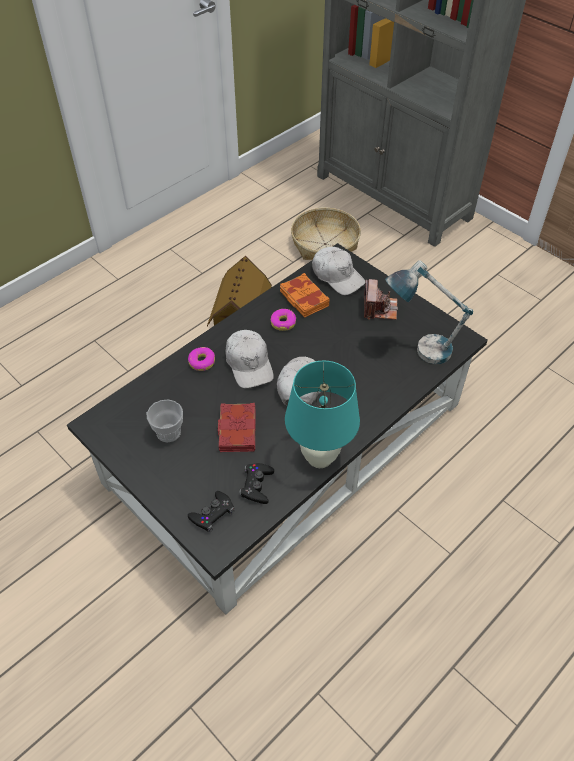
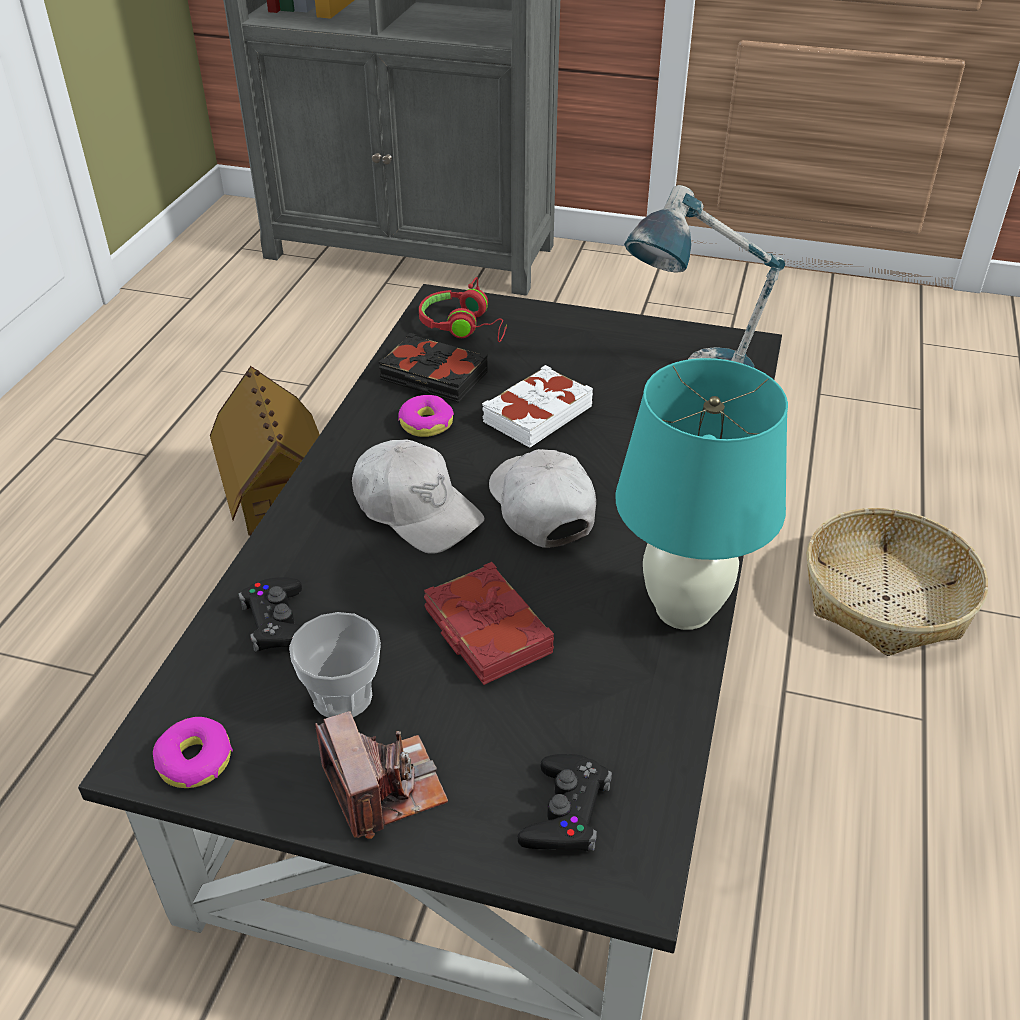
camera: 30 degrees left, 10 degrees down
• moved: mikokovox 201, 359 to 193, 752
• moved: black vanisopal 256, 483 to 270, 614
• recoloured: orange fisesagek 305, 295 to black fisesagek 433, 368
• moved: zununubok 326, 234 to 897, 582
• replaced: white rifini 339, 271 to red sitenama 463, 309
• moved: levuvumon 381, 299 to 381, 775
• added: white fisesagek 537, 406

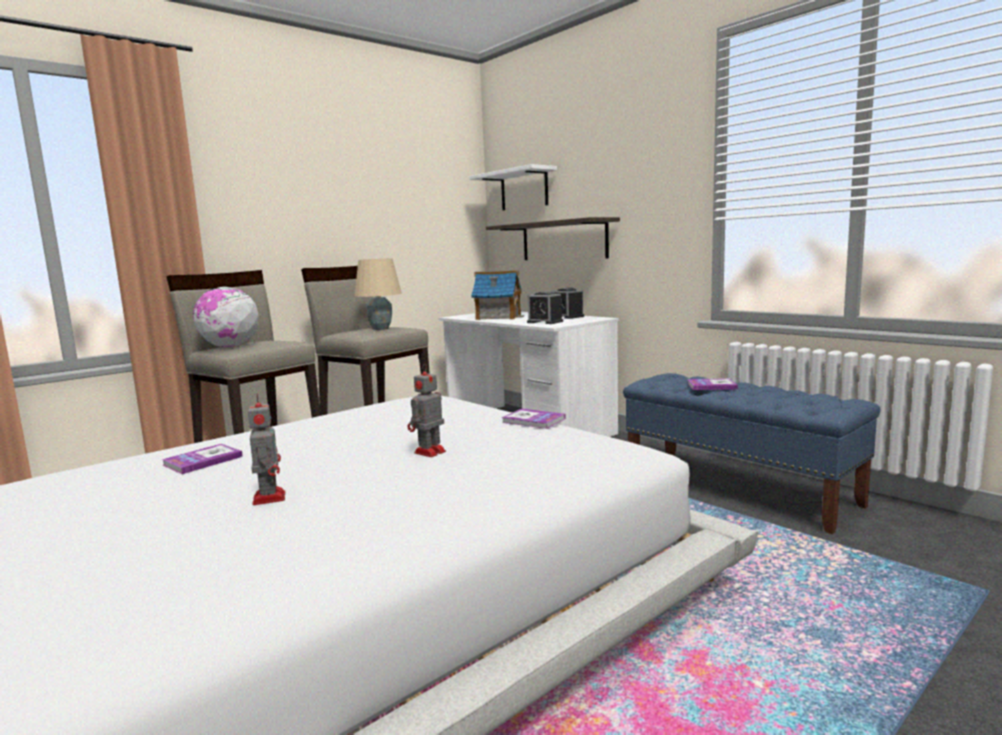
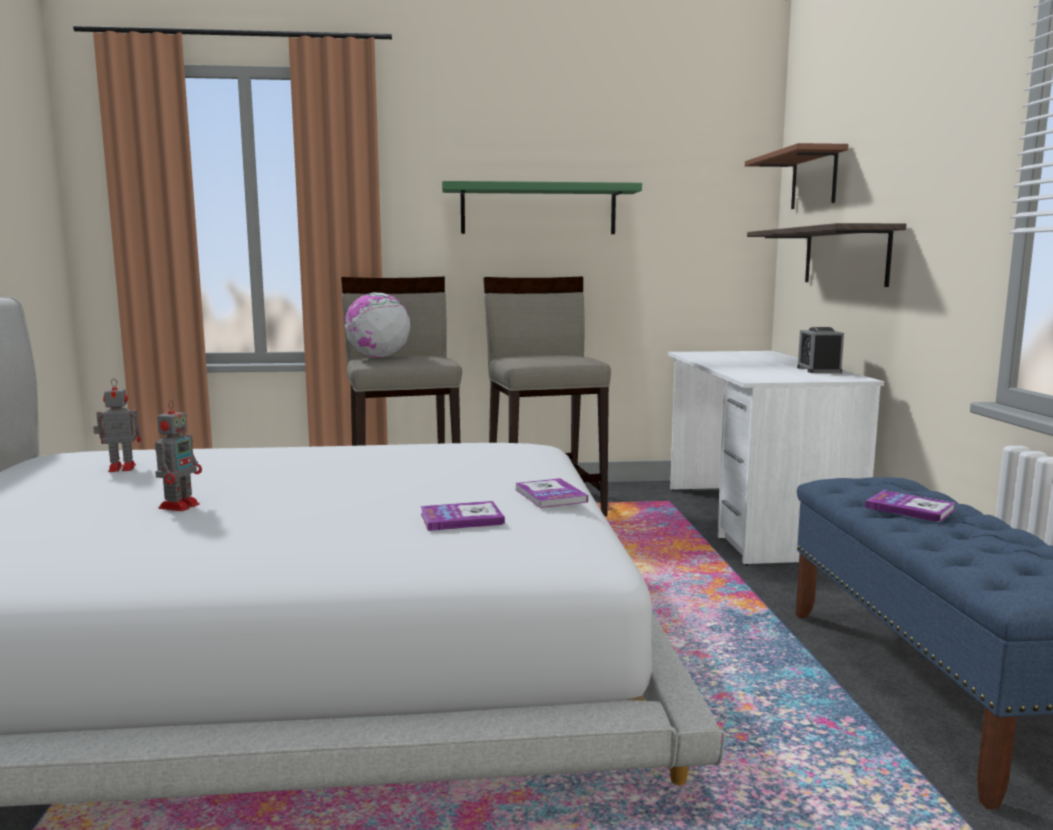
camera: 35 degrees right, 0 degrees up
• moved: fisesagek 202, 459 to 463, 516
• removed: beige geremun 378, 294
• moved: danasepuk 427, 410 to 117, 425
• recoloured: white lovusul 513, 187 to brown lovusul 796, 176
• removed: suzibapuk 497, 295
• removed: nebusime 545, 307
• added: green lovusul 542, 207

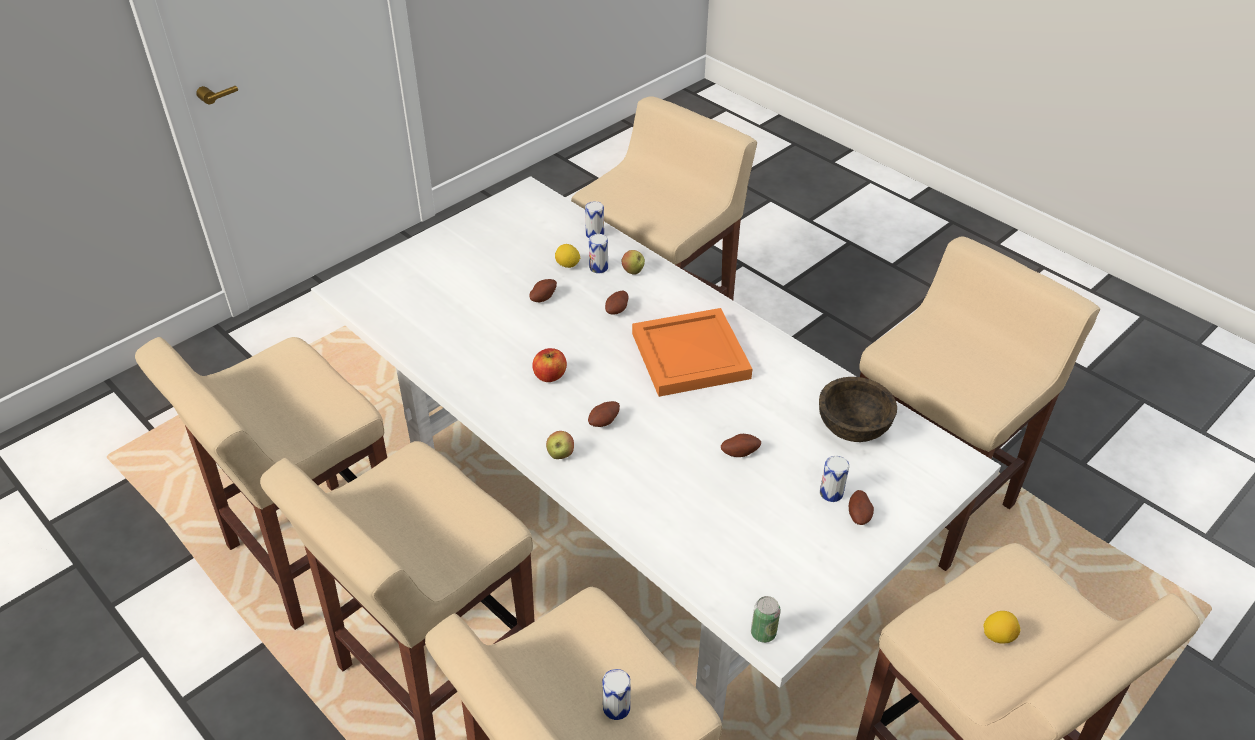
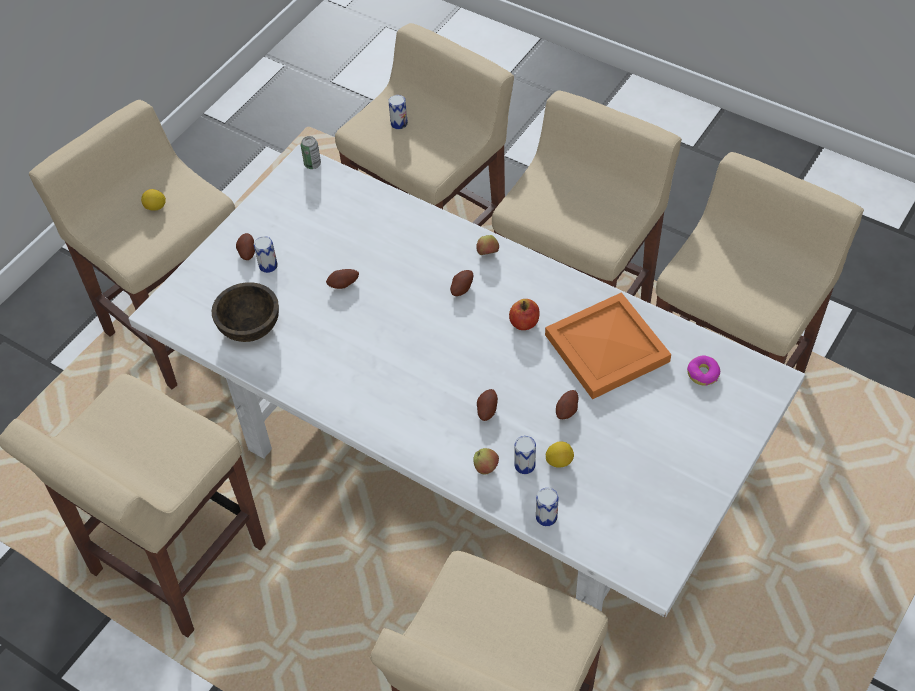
camera: 170 degrees right, 10 degrees up
• moved: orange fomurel 692, 352 to 608, 345
• added: mikokovox 703, 371

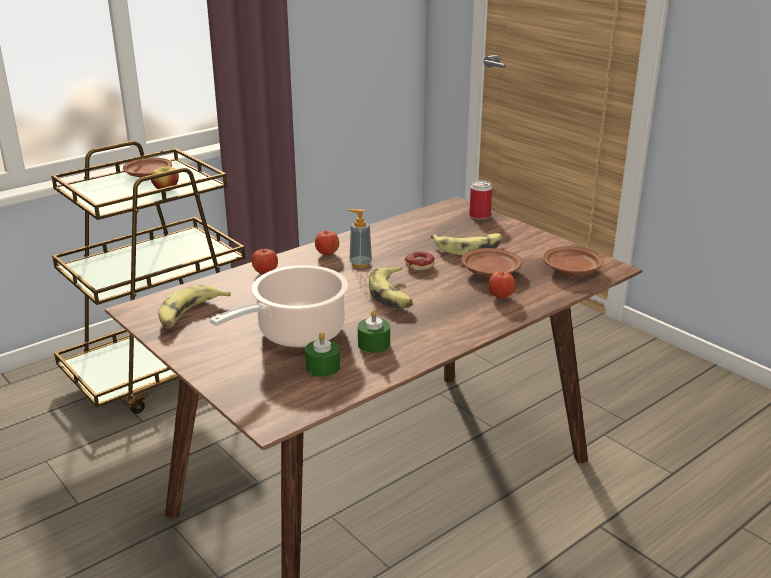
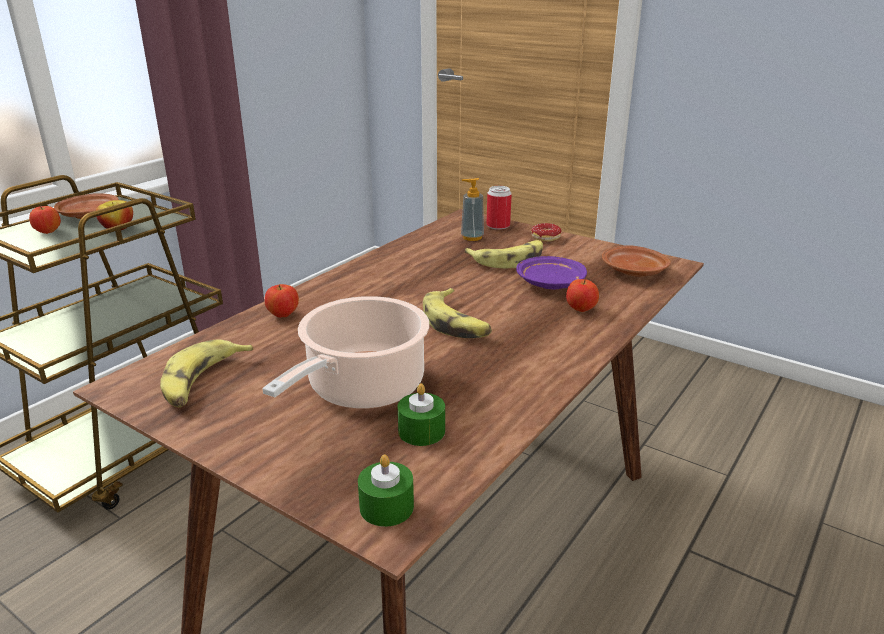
camera: 15 degrees left, 0 degrees up
• moved: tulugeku 327, 243 to 45, 219
• moved: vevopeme 360, 238 to 472, 209
• moved: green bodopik 374, 331 to 386, 490
• moved: mikokovox 420, 260 to 546, 232
• recoloured: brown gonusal 491, 262 to purple gonusal 551, 273

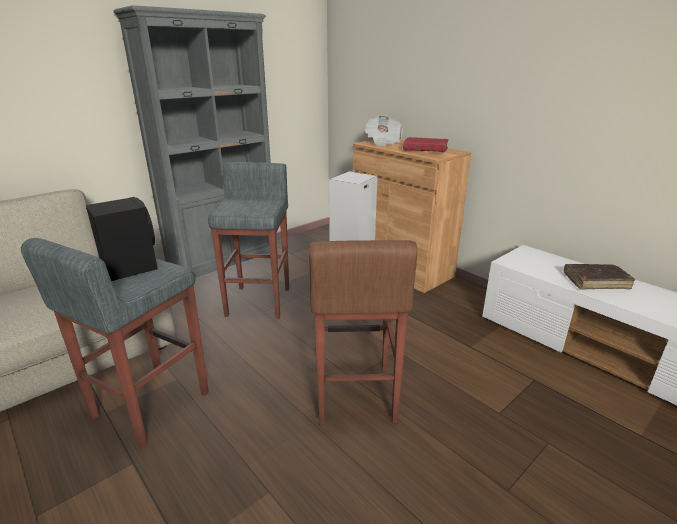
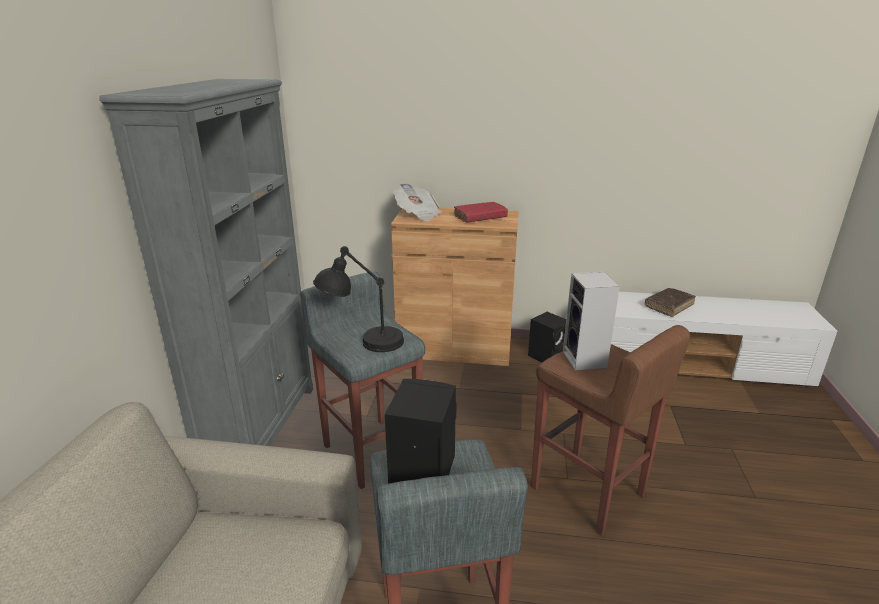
camera: 40 degrees left, 0 degrees up
• added: black geremun 358, 299
• added: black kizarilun 547, 337

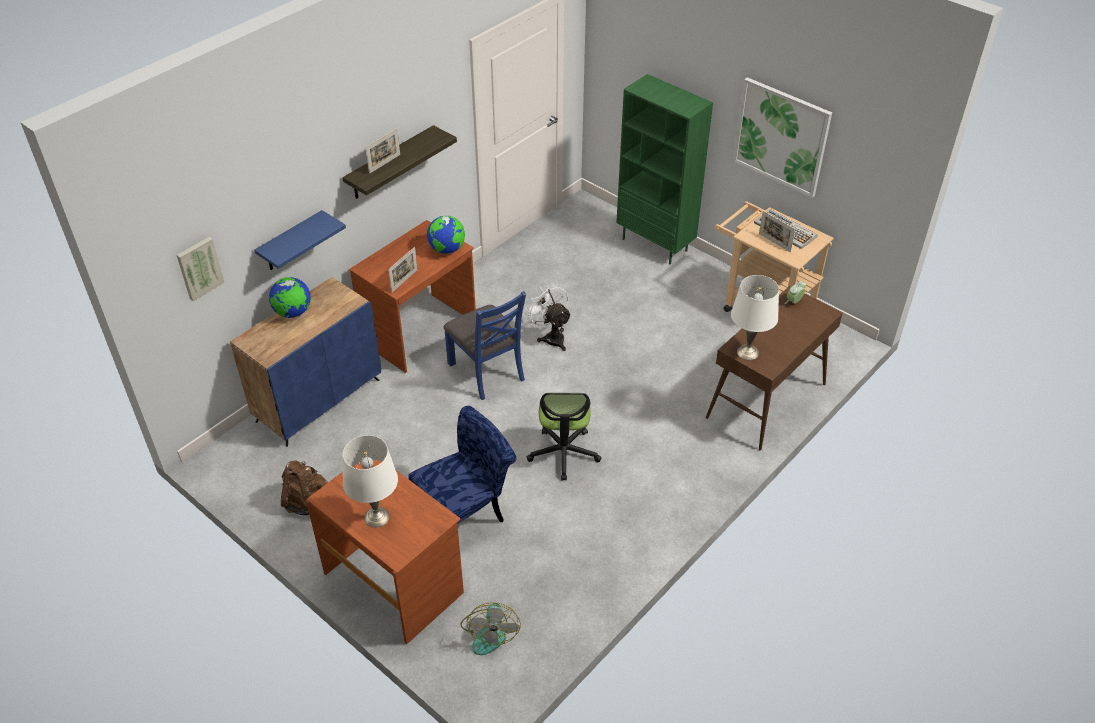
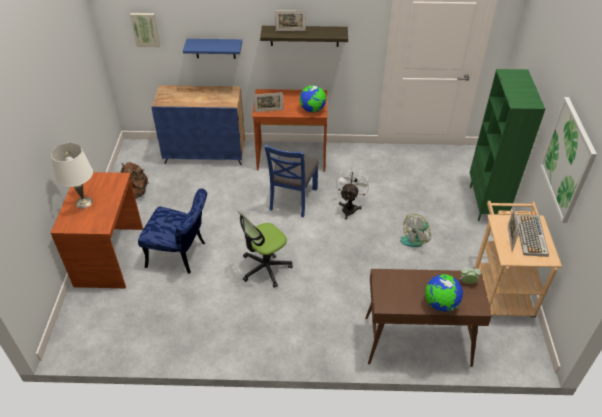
camera: 50 degrees right, 0 degrees up
• moved: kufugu 290, 297 to 444, 293
• moved: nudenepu 490, 628 to 415, 230
• removed: white geremun 755, 317

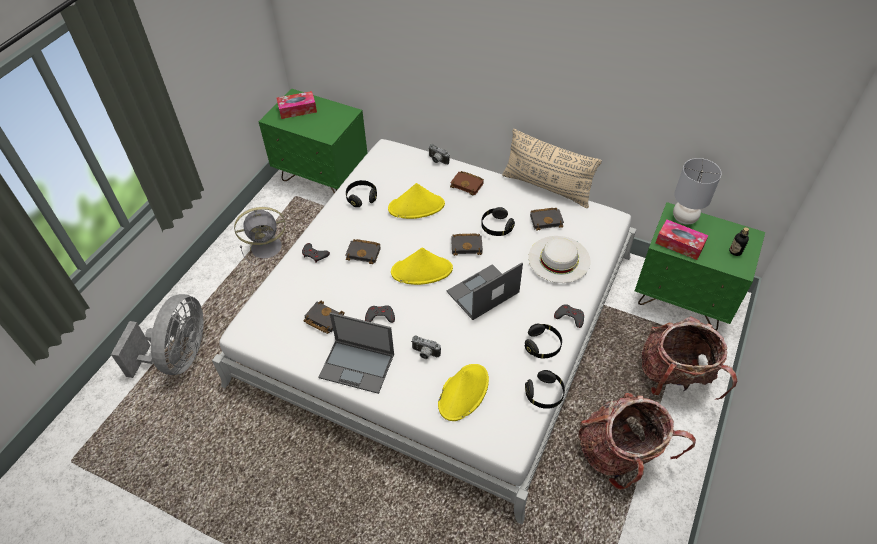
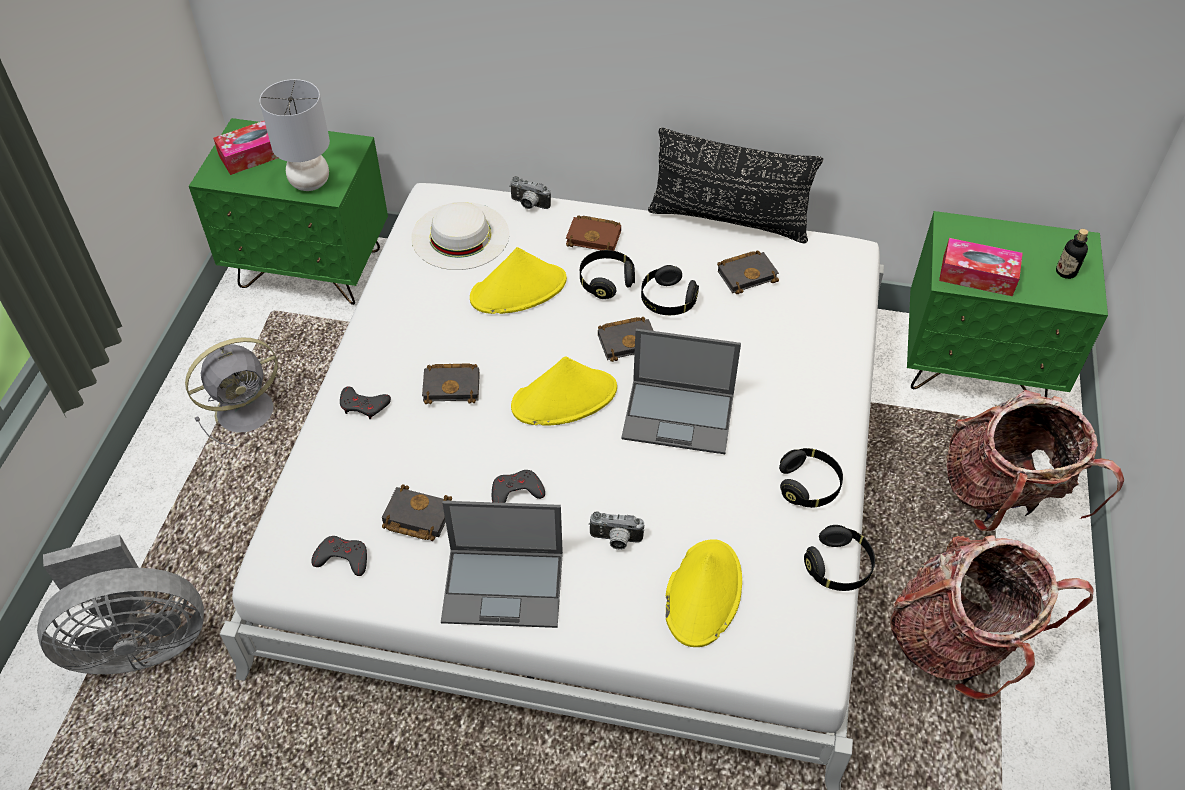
camera: 15 degrees left, 0 degrees up
• turned: grey nudenepu 157, 336 = 120, 604 75 degrees clockwise
• moved: black sitenama 361, 193 to 607, 274
• turned: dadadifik 485, 291 = 681, 391 120 degrees counterclockwise
• recoloured: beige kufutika 552, 168 to black kufutika 735, 185
• moved: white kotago 559, 259 to 460, 236
• moved: grey vanisopal 569, 316 to 339, 556
• moved: grey geremun 697, 191 to 294, 135

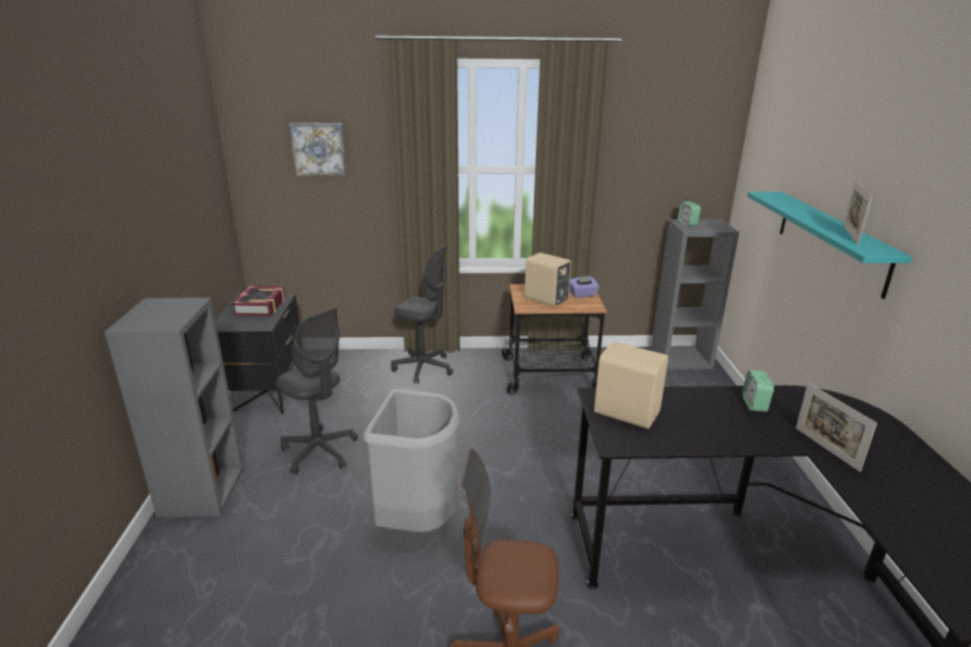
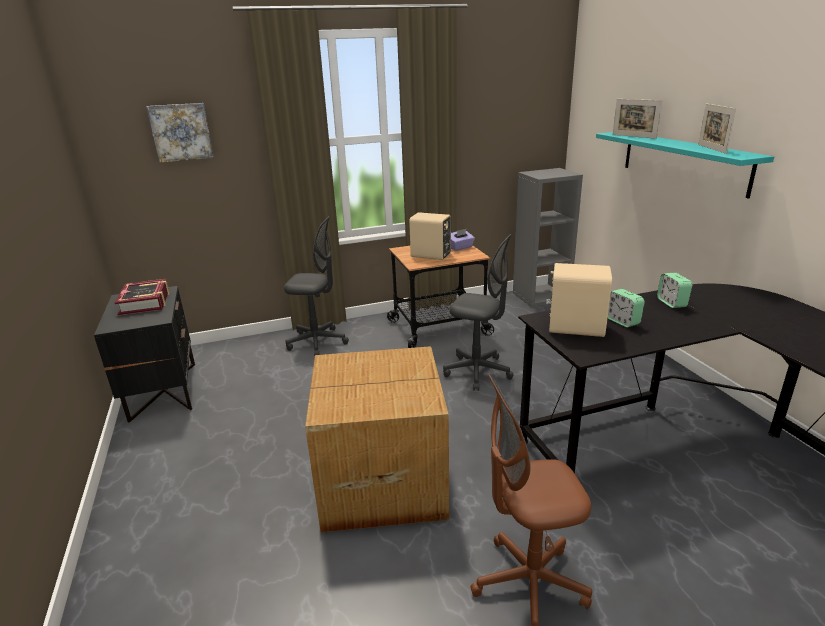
camera: 15 degrees left, 0 degrees up
• removed: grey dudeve 174, 408
• moved: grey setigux 317, 391 to 478, 312
• replaced: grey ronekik 411, 460 to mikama 377, 439
• moved: nebusime 689, 214 to 626, 308
• moved: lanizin 836, 427 to 637, 119

